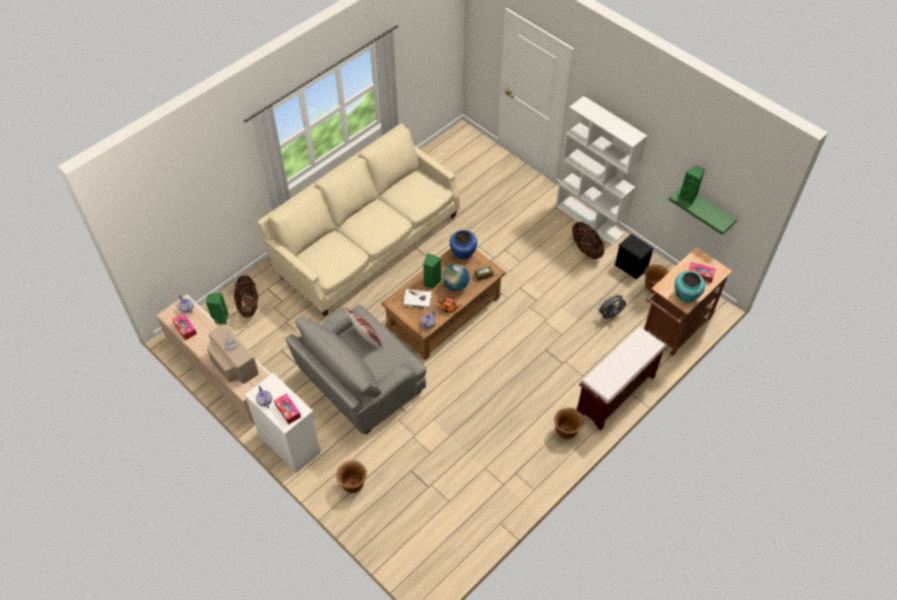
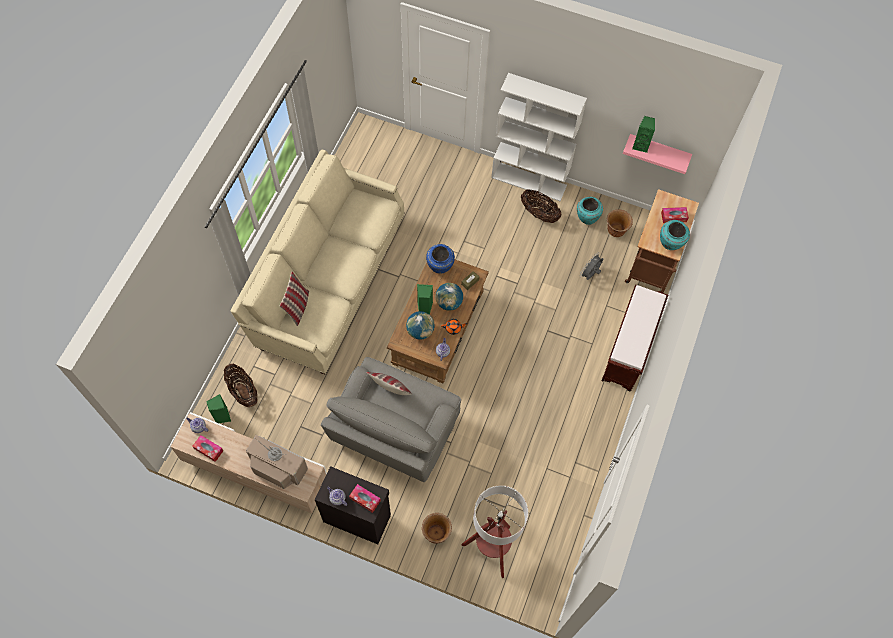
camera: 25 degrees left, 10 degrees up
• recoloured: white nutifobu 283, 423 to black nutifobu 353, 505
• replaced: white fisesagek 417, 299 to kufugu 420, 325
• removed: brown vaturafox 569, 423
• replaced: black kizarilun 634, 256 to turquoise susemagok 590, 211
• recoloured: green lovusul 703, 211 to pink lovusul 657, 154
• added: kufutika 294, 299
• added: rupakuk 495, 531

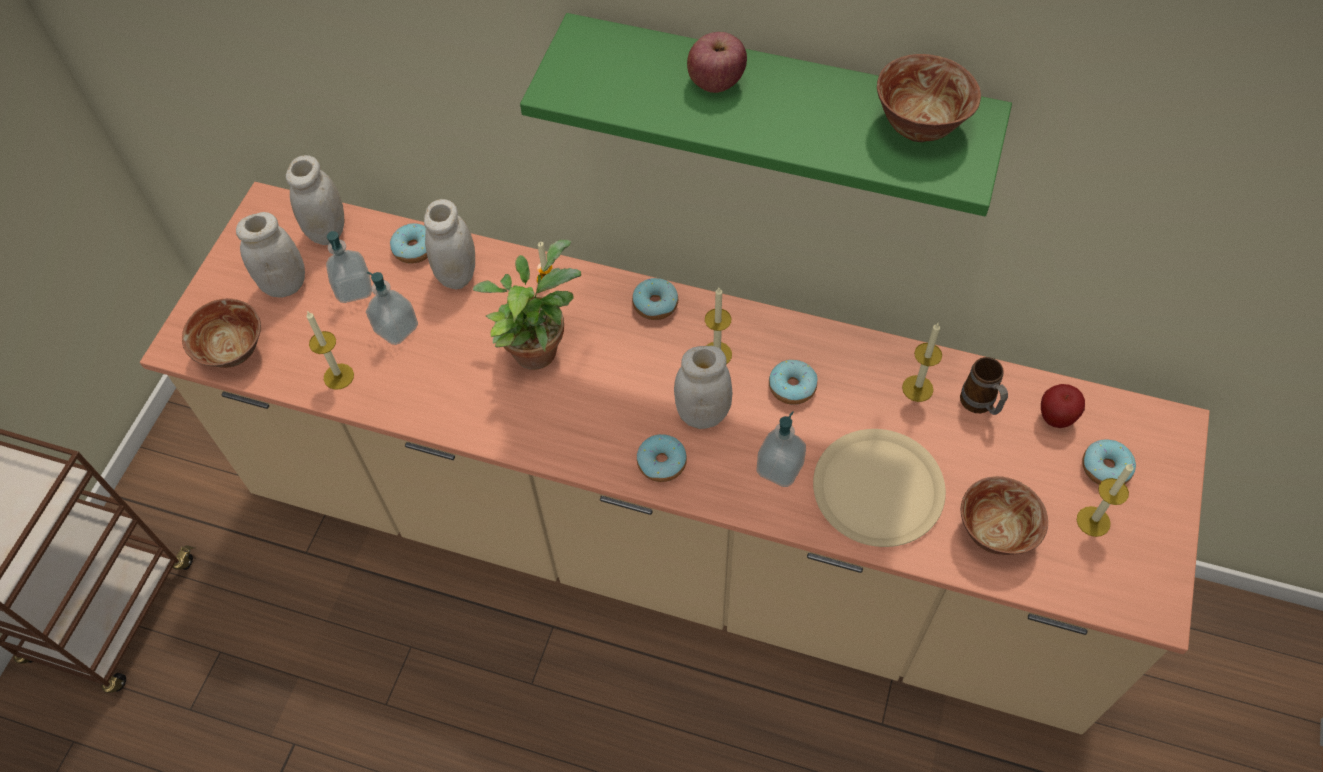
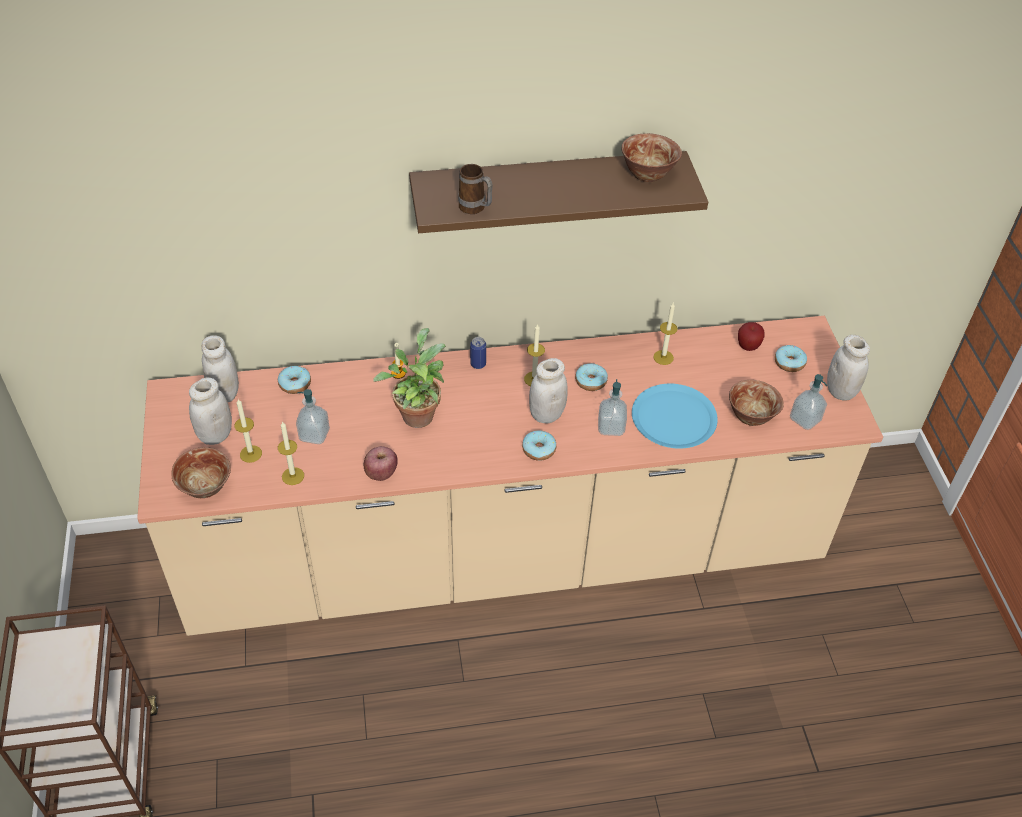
camera: 30 degrees left, 10 degrees down
• moved: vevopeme 349, 267 to 808, 402
• moved: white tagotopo 449, 244 to 848, 368
• recoloured: green lovusul 766, 114 to brown lovusul 558, 192
• replaced: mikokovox 655, 299 to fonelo 478, 353
• moved: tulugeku 717, 62 to 381, 463
• recoloured: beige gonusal 879, 488 to blue gonusal 675, 416
• moved: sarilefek 984, 386 to 475, 189
• moved: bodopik 1105, 500 to 248, 431

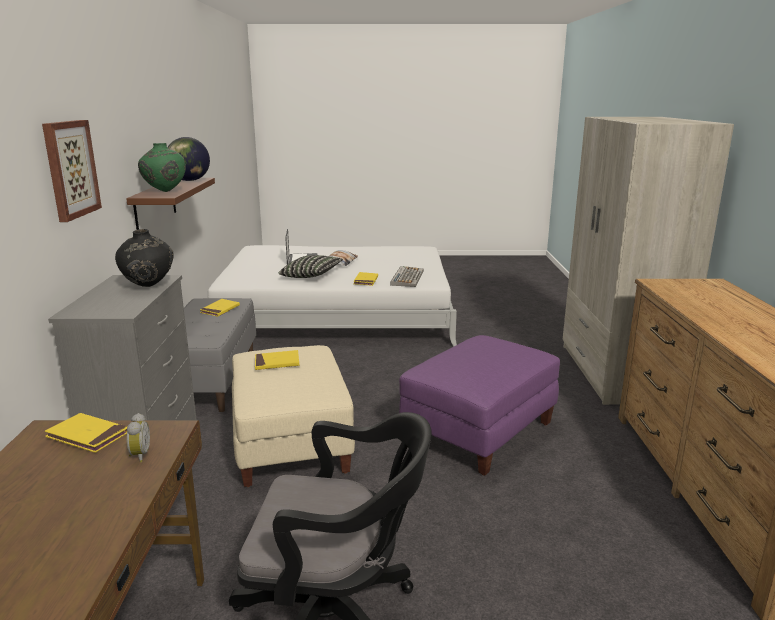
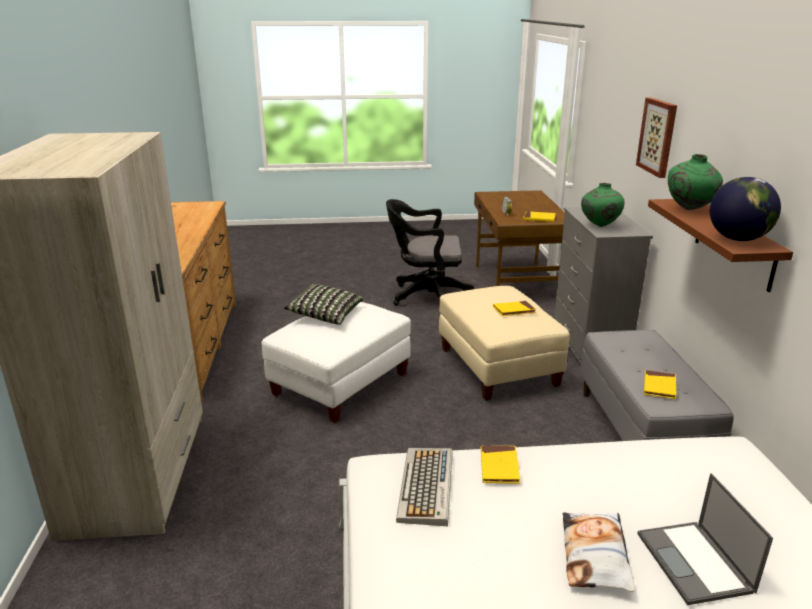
camera: 175 degrees right, 5 degrees up
• recoloured: black susemagok 144, 258 to green susemagok 602, 205
• moved: kufutika 311, 266 to 323, 304
• recoloured: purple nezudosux 479, 405 to white nezudosux 336, 362

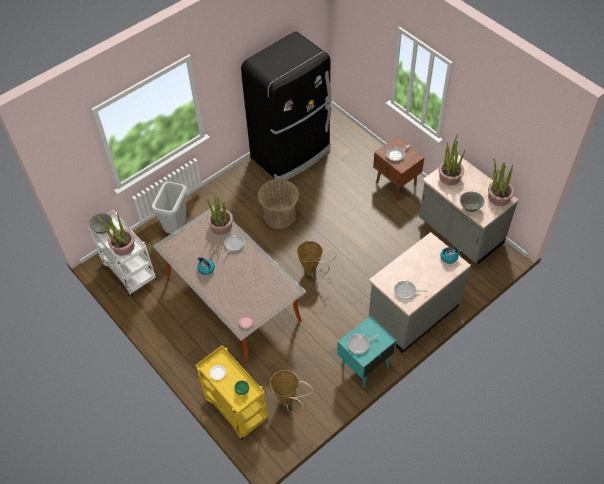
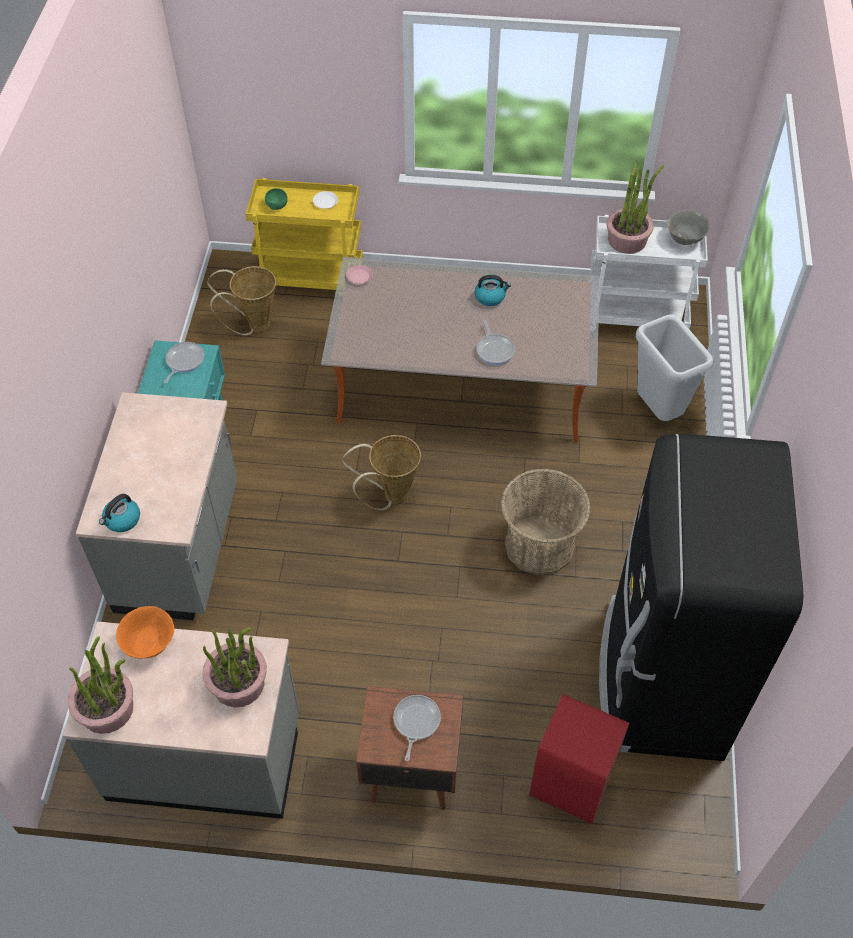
camera: 135 degrees right, 0 degrees up
• removed: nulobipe 220, 215
• removed: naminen 411, 290
• recoloured: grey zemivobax 472, 202 to orange zemivobax 145, 632
• added: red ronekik 579, 759

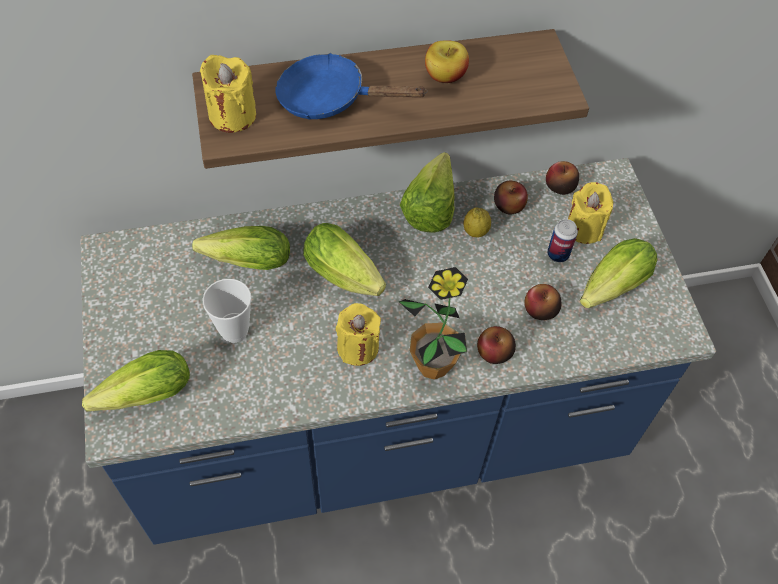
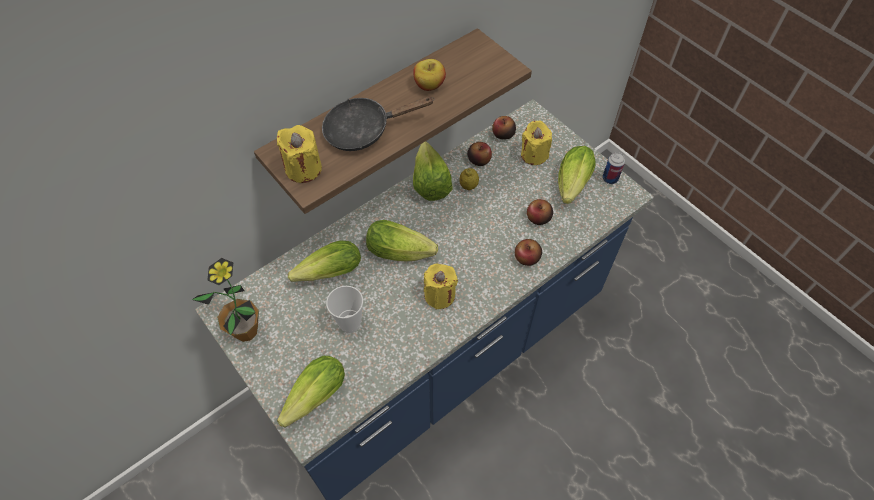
camera: 25 degrees left, 0 degrees up
• recoloured: blue naminen 352, 86 to black naminen 378, 124
• moved: nulobipe 433, 323 to 225, 300
• moved: fonelo 562, 240 to 614, 168

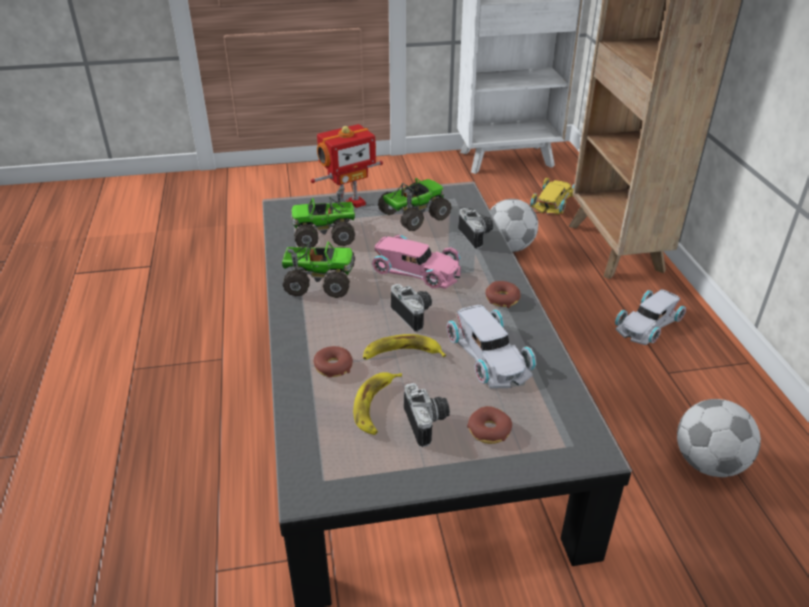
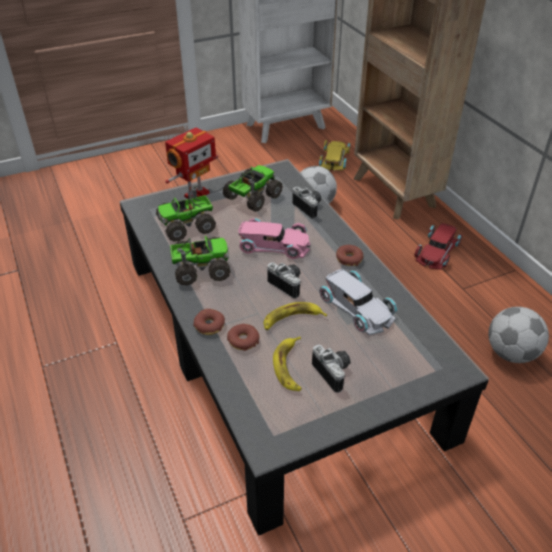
camera: 15 degrees left, 5 degrees up
• moved: mikokovox 489, 425 to 209, 322
• recoloured: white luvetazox 650, 317 to red luvetazox 438, 246

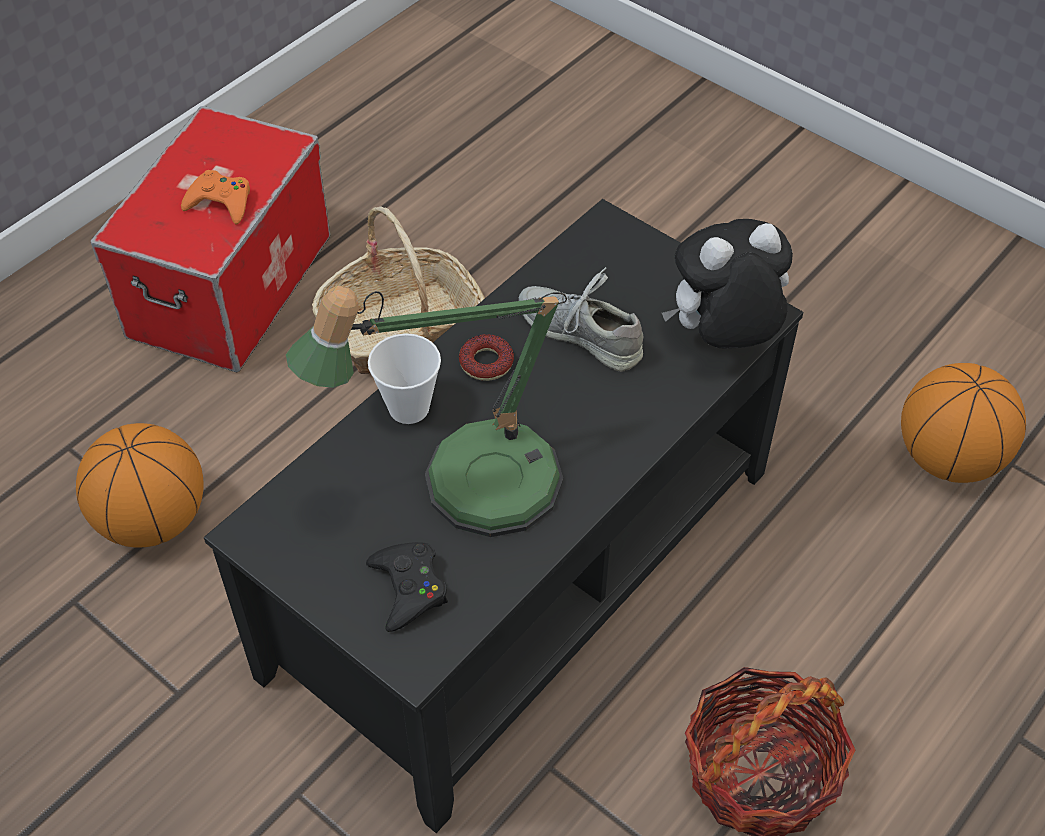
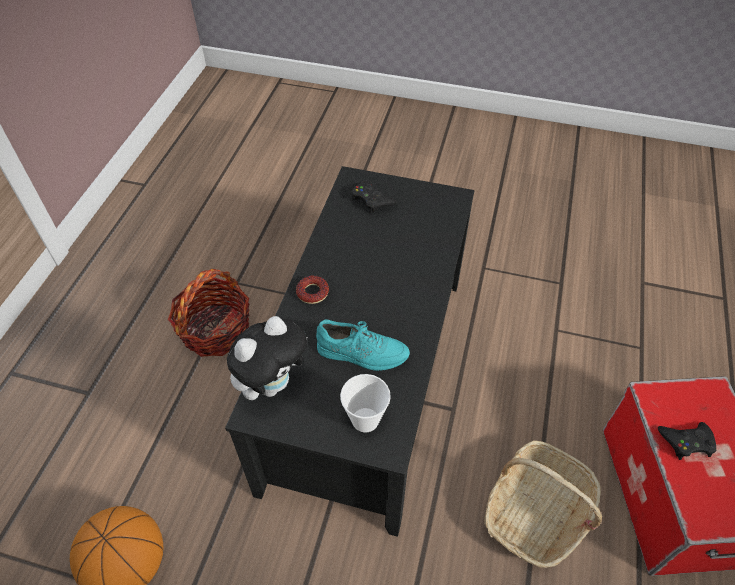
camera: 155 degrees right, 0 degrees up
• removed: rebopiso 140, 485
• recoloured: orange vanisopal 215, 197 to black vanisopal 687, 441
• removed: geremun 426, 411
• moved: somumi 404, 378 to 365, 403
• moved: mikokovox 486, 357 to 312, 289
• recoloured: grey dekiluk 581, 319 to turquoise dekiluk 363, 345

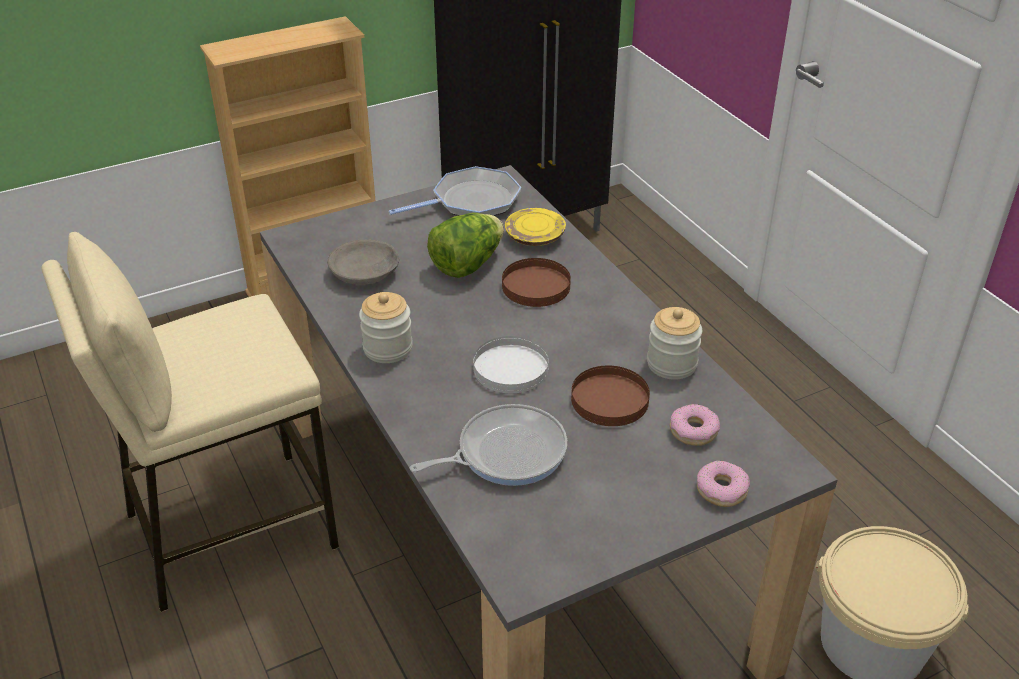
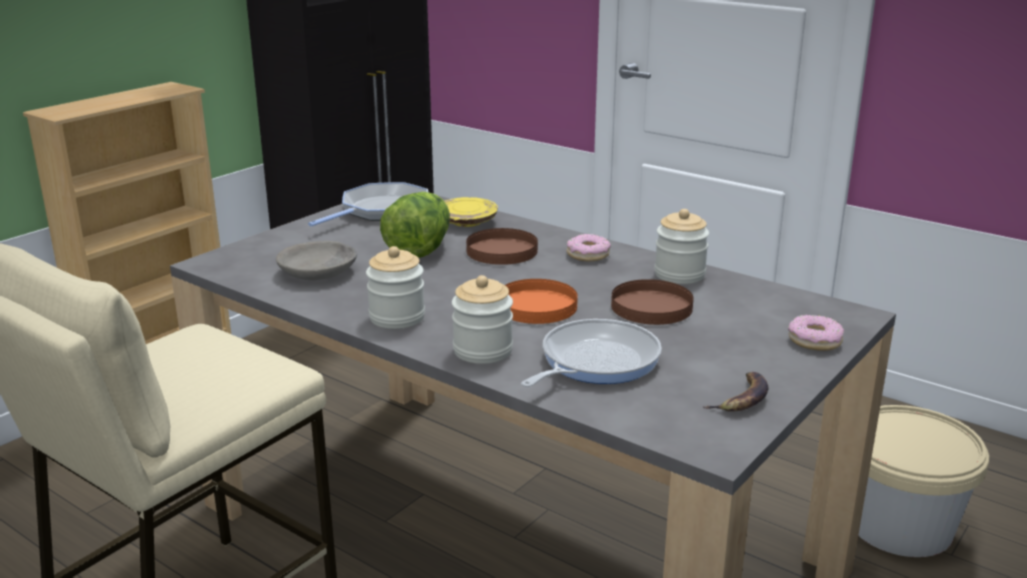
camera: 25 degrees left, 15 degrees down
• recoloured: white gonusal 511, 364 to orange gonusal 541, 301
• moved: mikokovox 695, 425 to 589, 248
• added: tagotopo 482, 319
• added: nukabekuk 736, 392

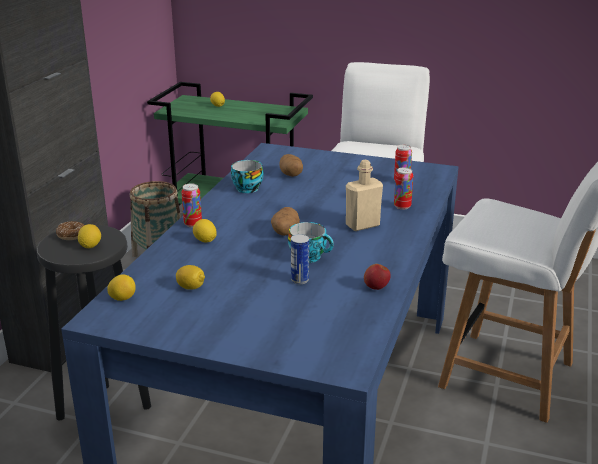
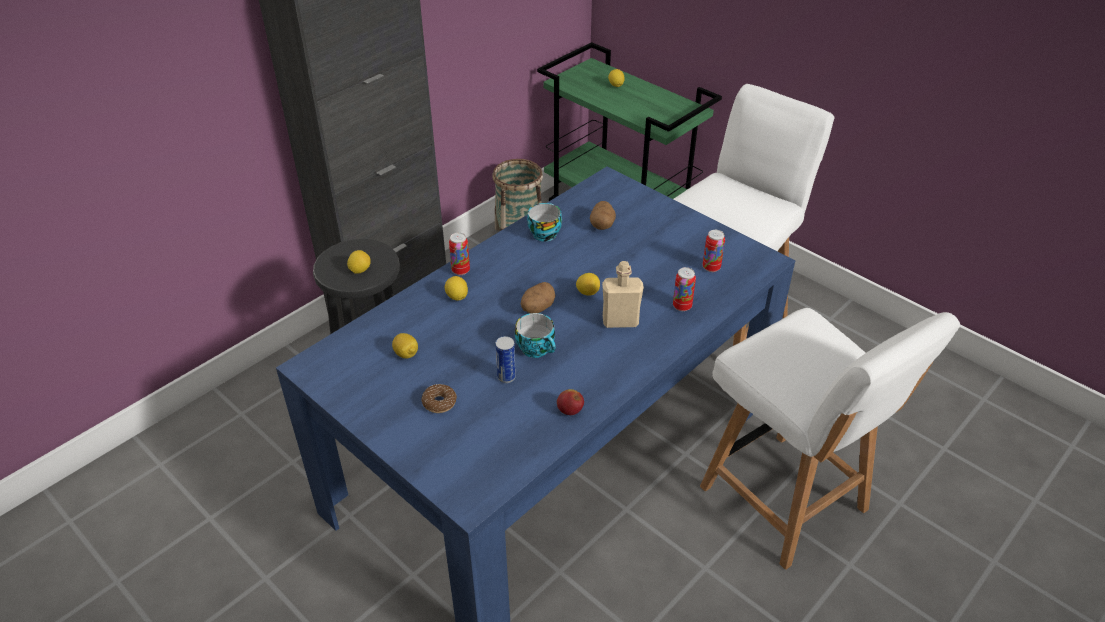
camera: 25 degrees right, 15 degrees up
• moved: mikokovox 70, 230 to 439, 398
• moved: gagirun 121, 287 to 588, 284

